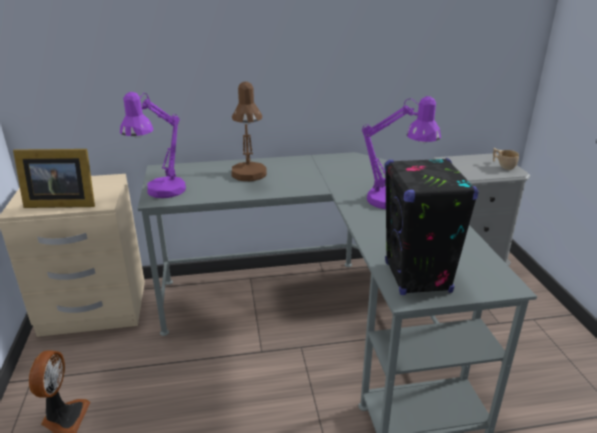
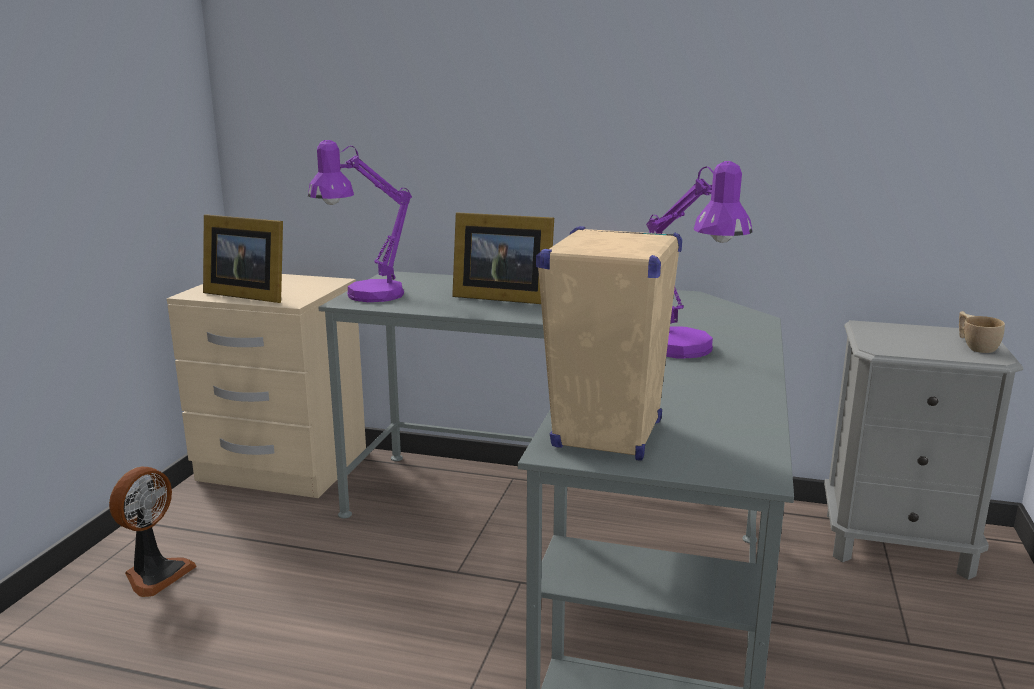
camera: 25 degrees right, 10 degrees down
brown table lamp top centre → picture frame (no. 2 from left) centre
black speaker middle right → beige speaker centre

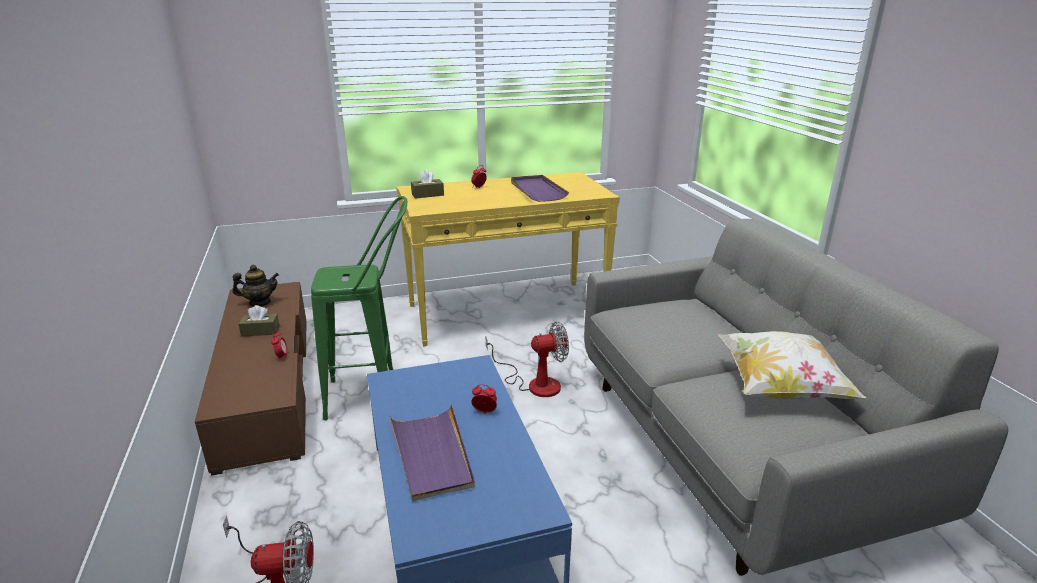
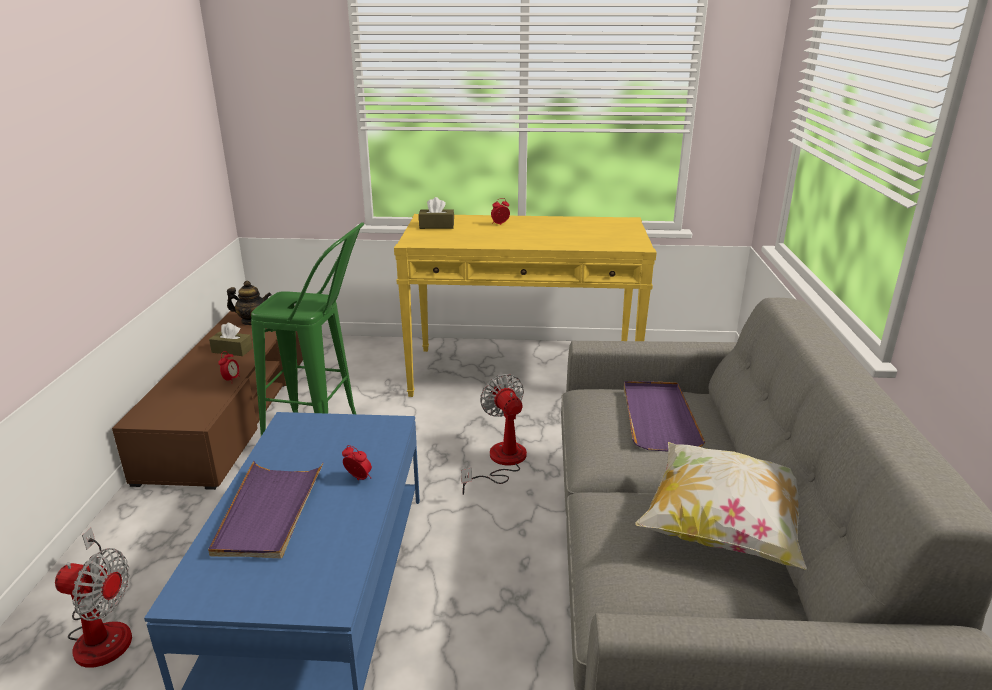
camera: 20 degrees right, 0 degrees up
fan (no. 2 from left) centre, 120 degrees counterclockwise
purple tray (no. 2 from left) top centre → purple tray (no. 2 from left) middle right, relocated

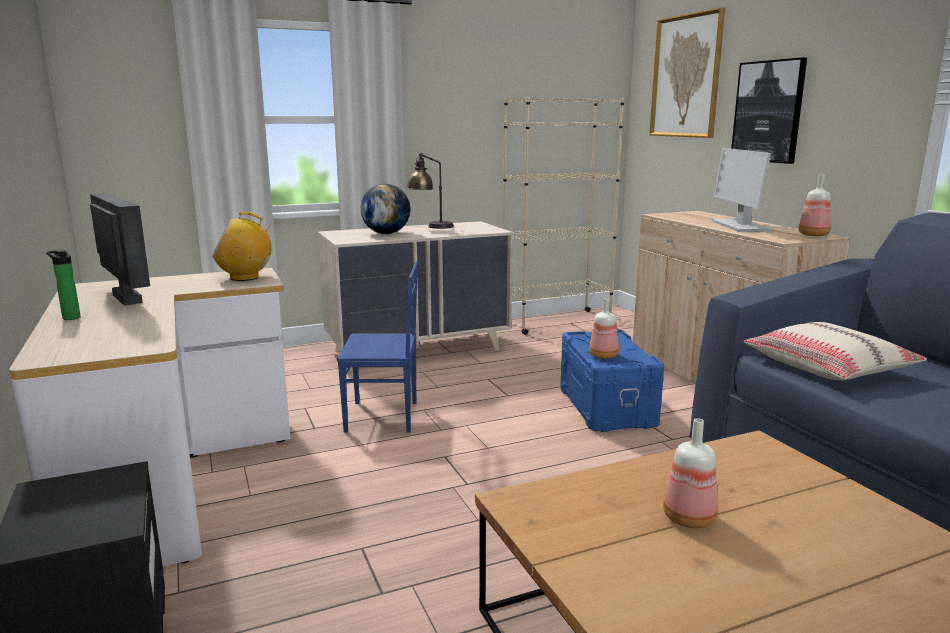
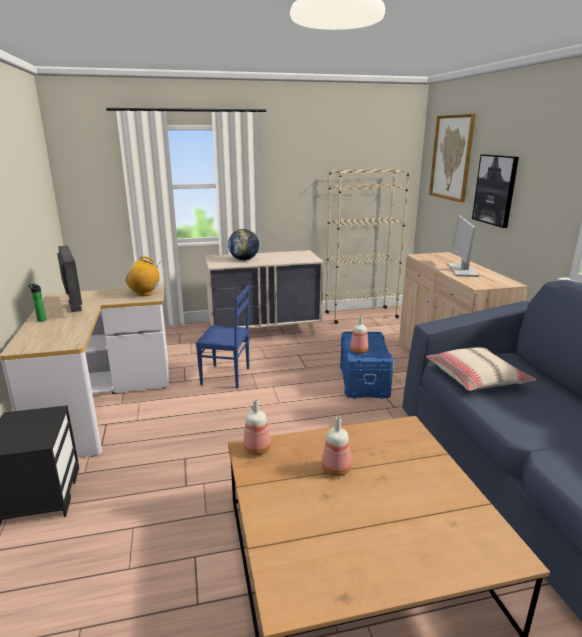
camera: 10 degrees right, 5 degrees up
table lamp top centre → -
bottle (no. 4 from left in the first image) top right → bottle (no. 2 from left) bottom centre, relocated

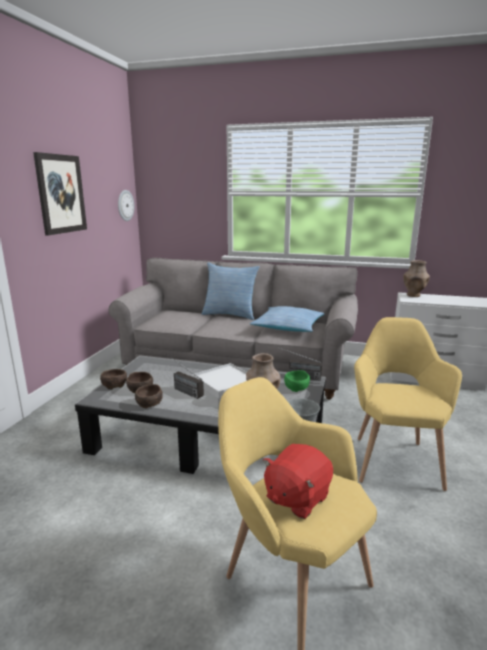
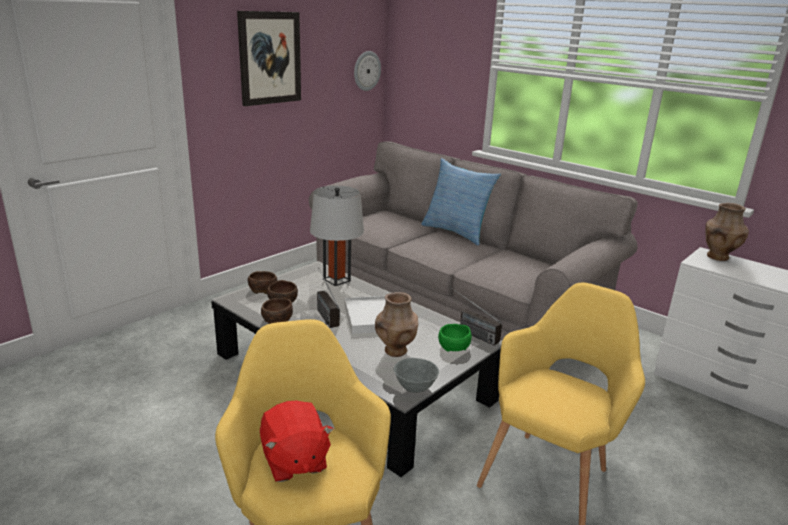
camera: 25 degrees right, 5 degrees up
pillow (no. 2 from left) centre → -
red plush toy bottom centre, 90 degrees counterclockwise
- → grey table lamp centre

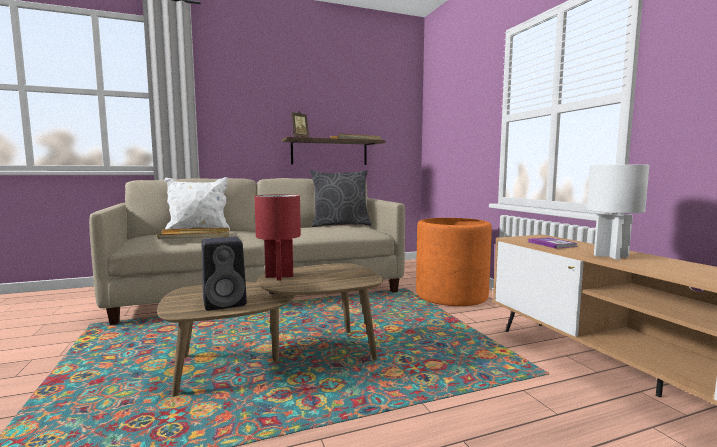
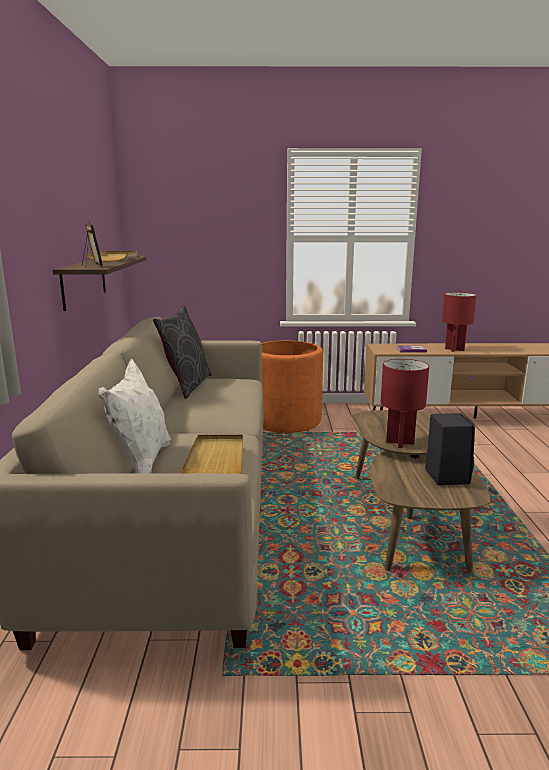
camera: 70 degrees left, 10 degrees up
white table lamp middle right → red table lamp (no. 2 from left) middle right

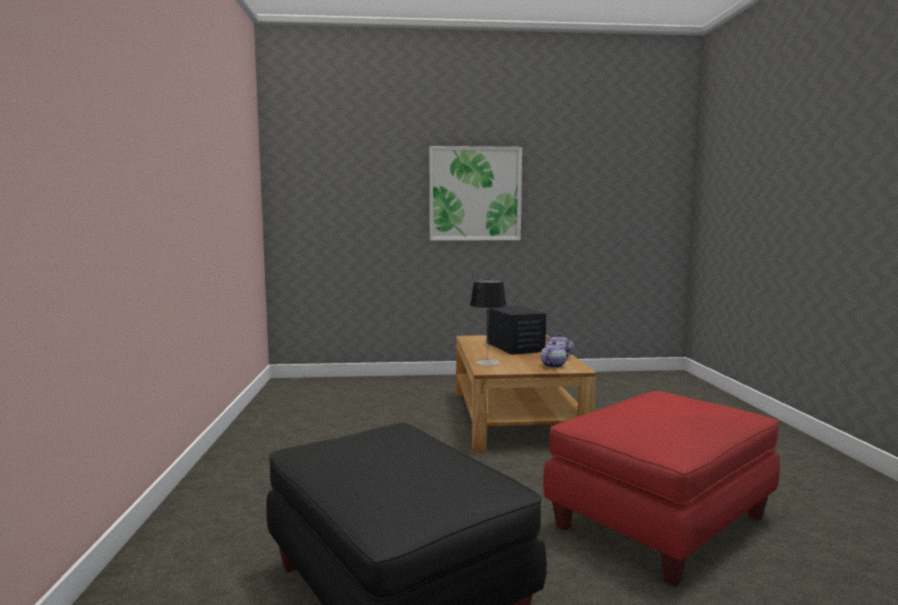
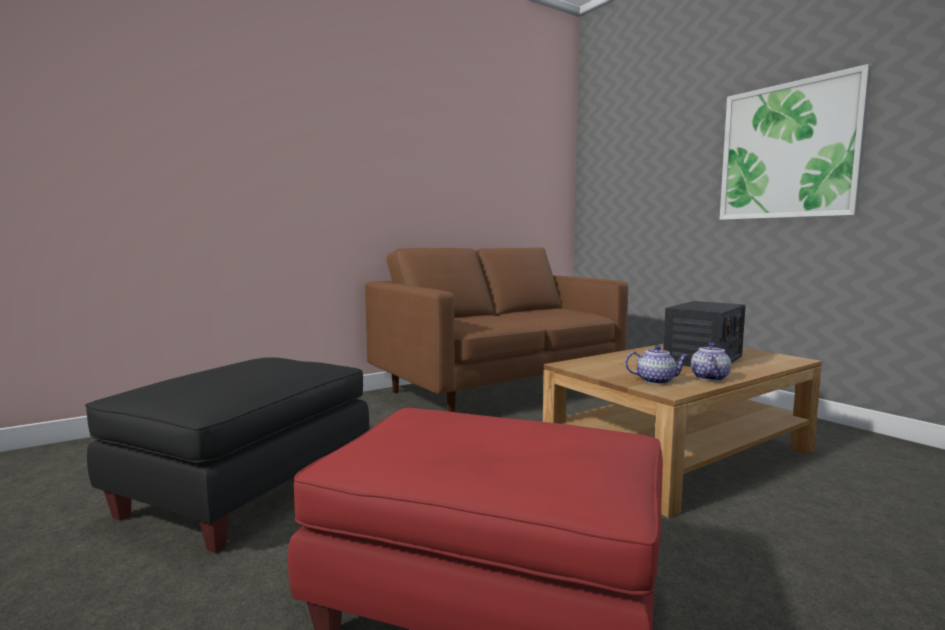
camera: 60 degrees right, 0 degrees up
table lamp centre → -
- → brown sofa centre

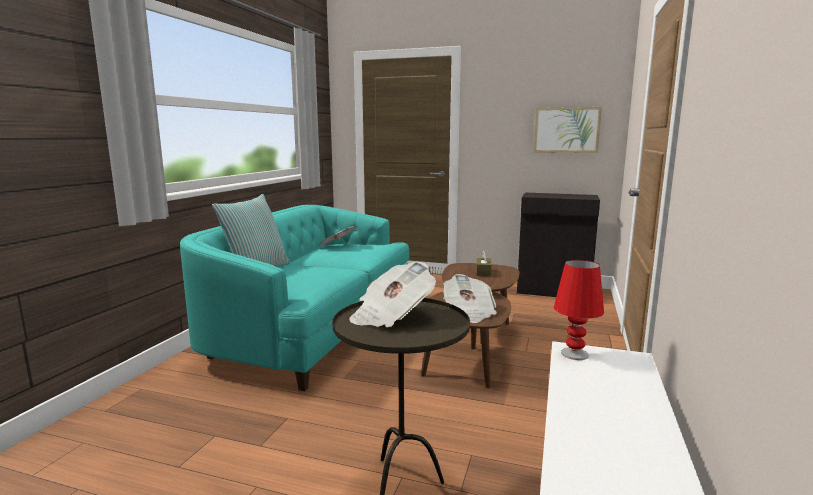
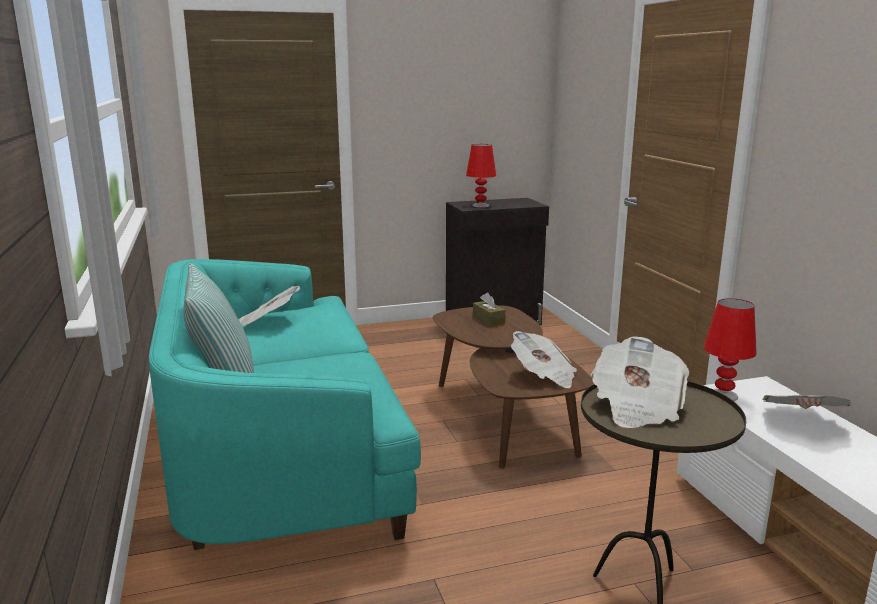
camera: 35 degrees left, 5 degrees up
picture top right → -
- → red table lamp (no. 1 from left) top centre
- → newspaper (no. 4 from left) middle right

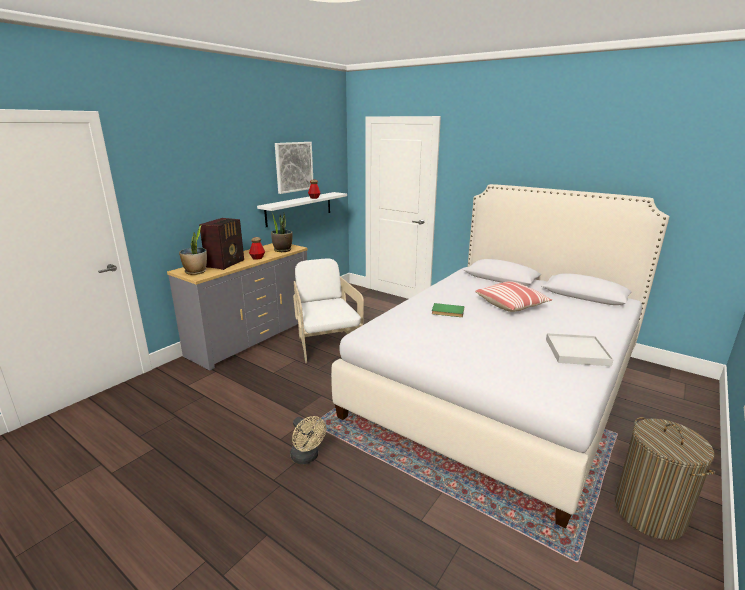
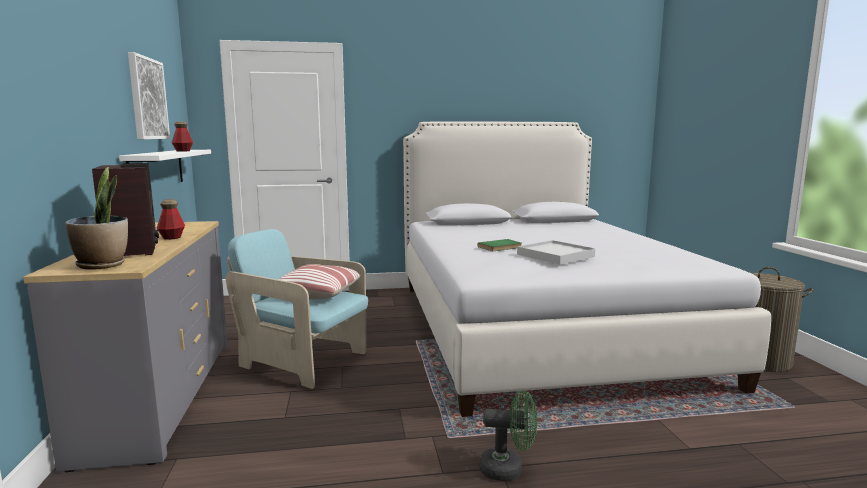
camera: 45 degrees left, 10 degrees down
potted plant (no. 2 from left) centre → -
beige fan bottom centre → green fan bottom centre
white armchair centre → turquoise armchair centre
pillow middle right → pillow centre, relocated
white tray middle right → white tray centre, relocated

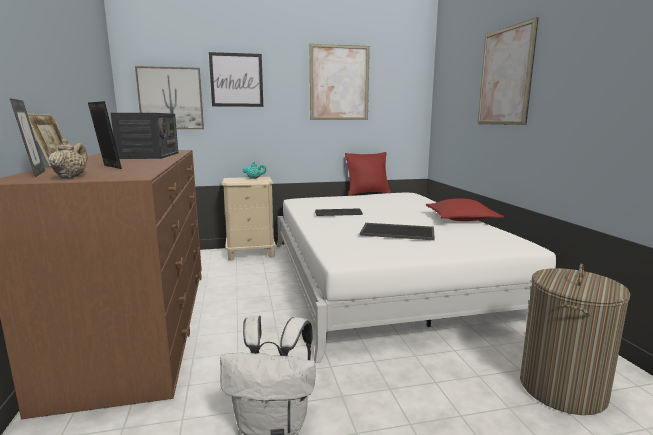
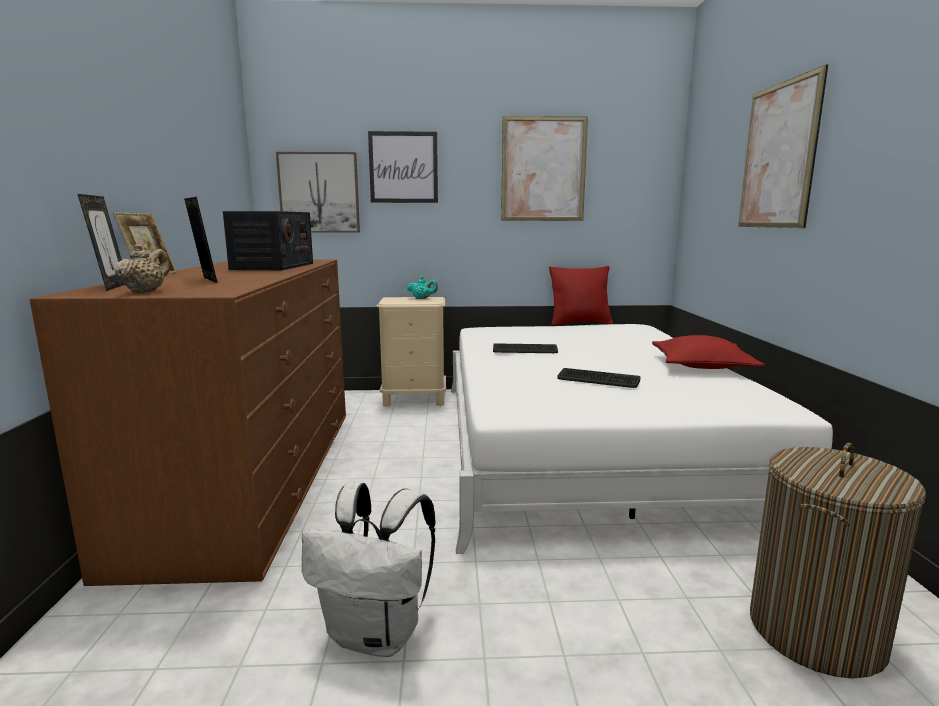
camera: 10 degrees right, 0 degrees up
tray centre → keyboard (no. 2 from left) centre

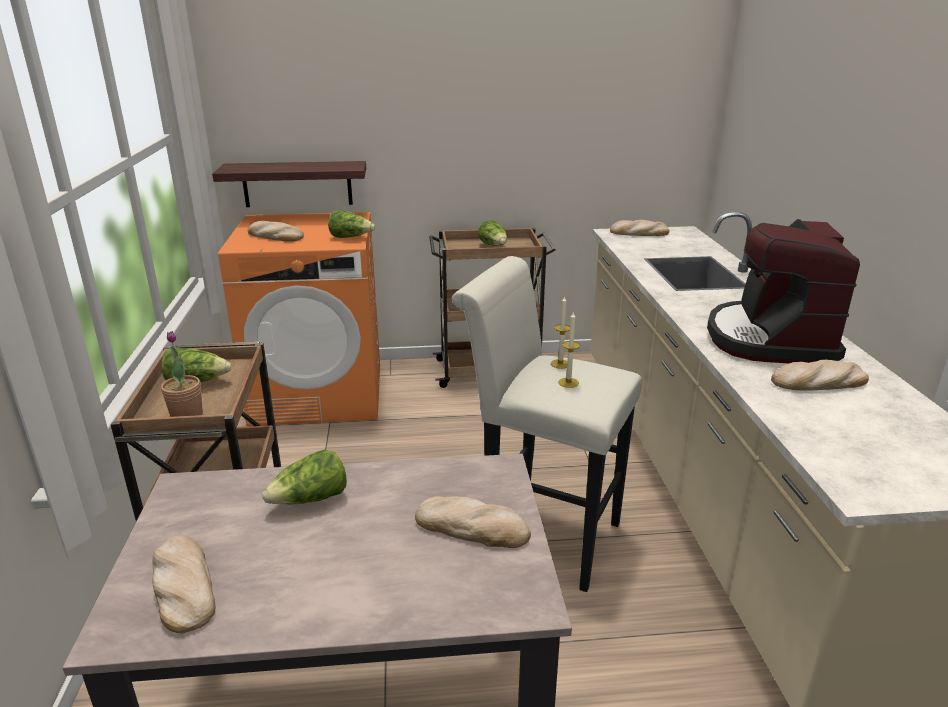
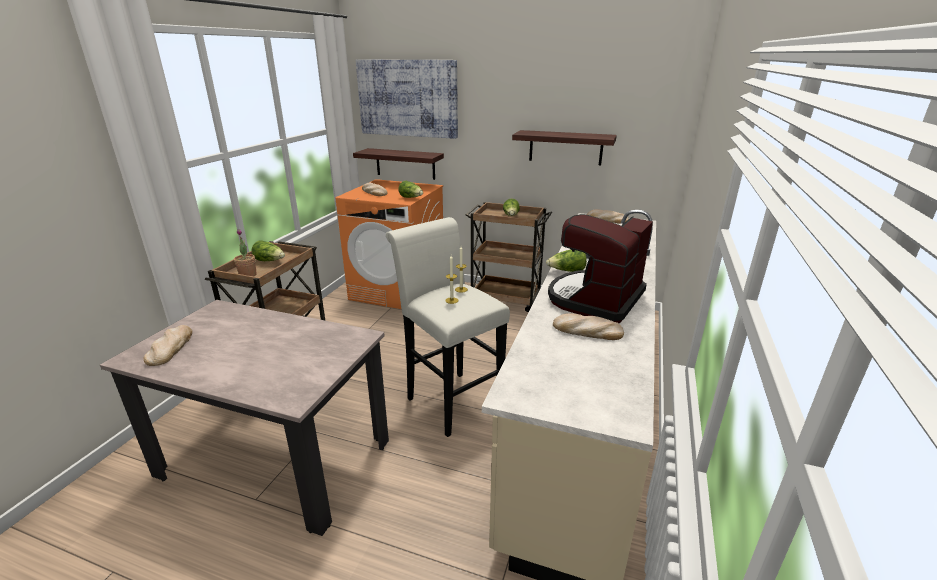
camera: 25 degrees right, 0 degrees up
lettuce (no. 2 from left in the first image) bottom left → lettuce (no. 4 from left) centre, relocated
bread (no. 3 from left) bottom centre → -
- → picture top centre
- → shelf (no. 2 from left) top centre

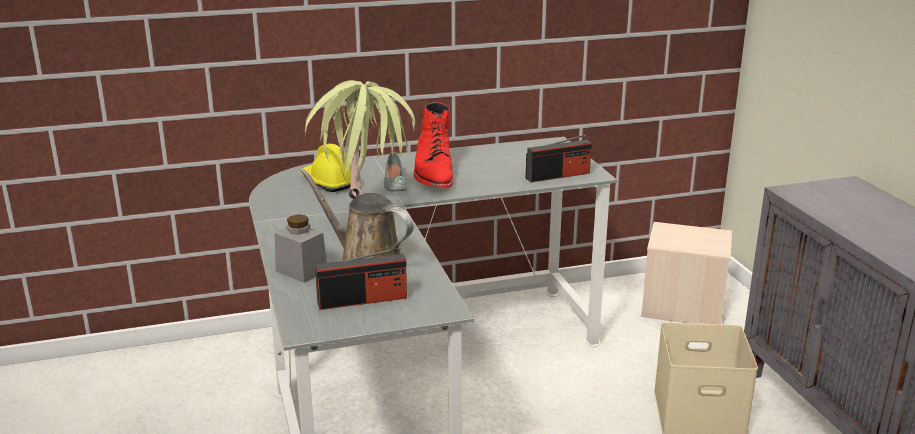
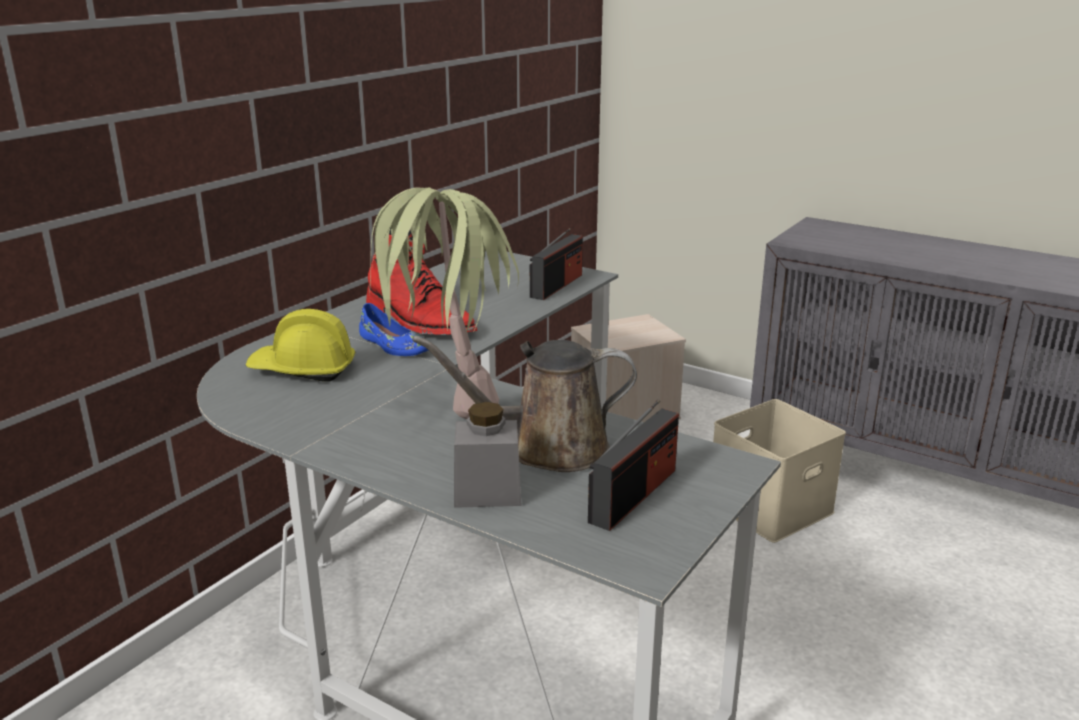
camera: 40 degrees left, 0 degrees up
grey shoe centre → blue shoe centre

